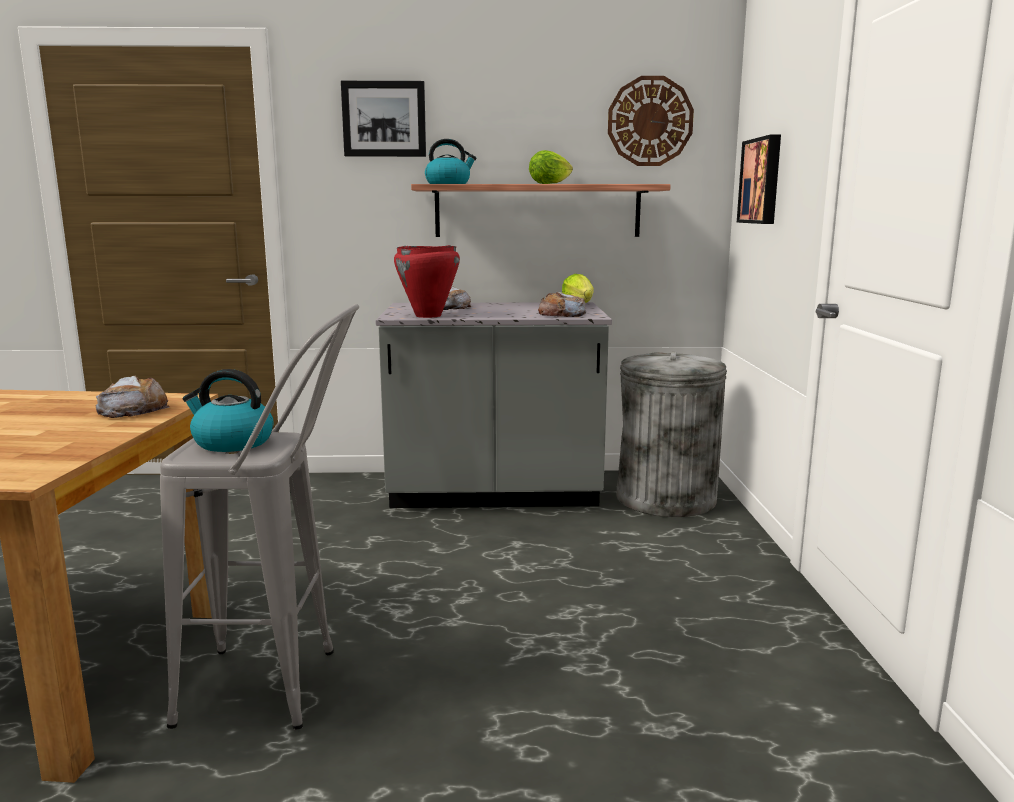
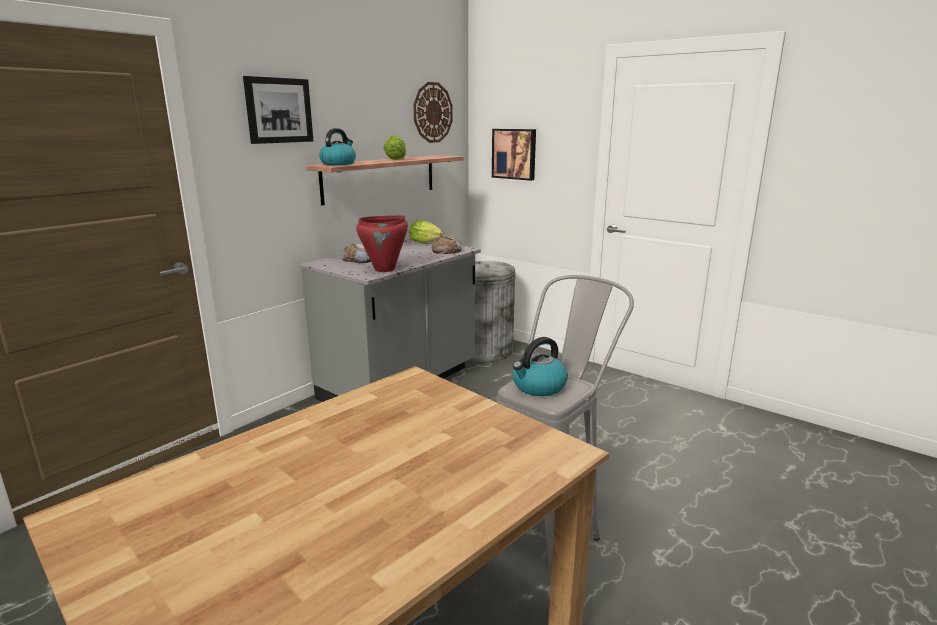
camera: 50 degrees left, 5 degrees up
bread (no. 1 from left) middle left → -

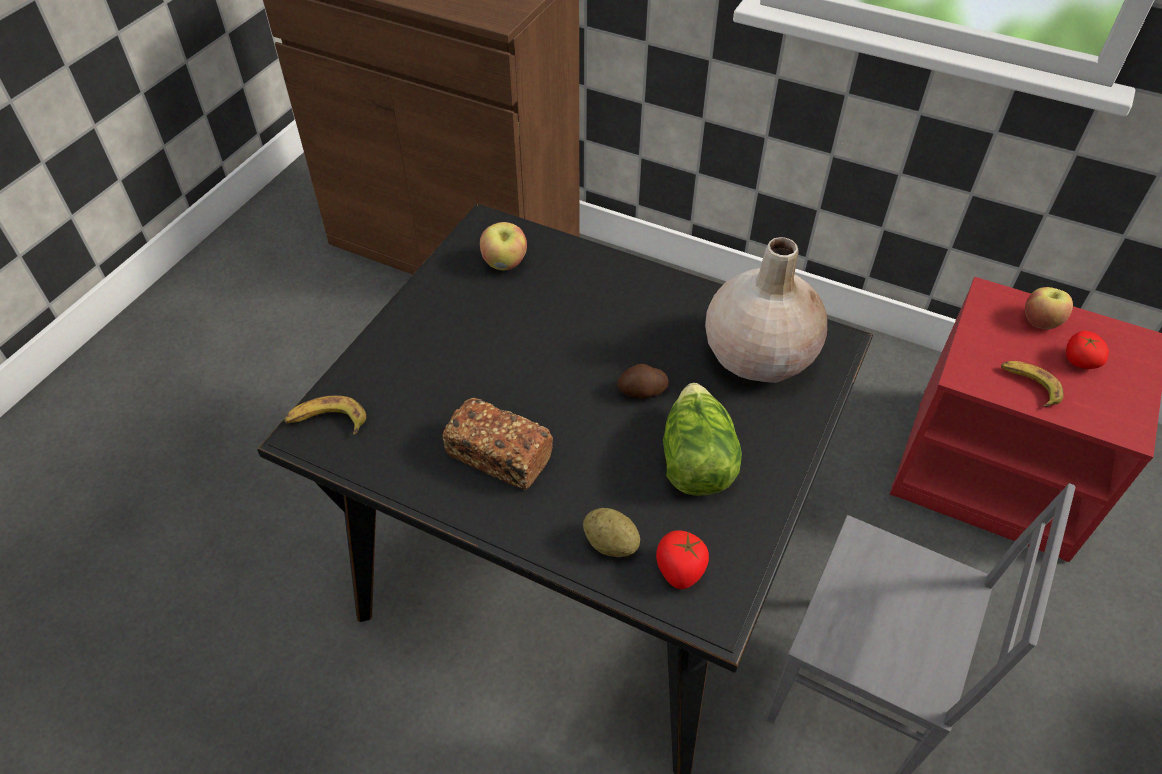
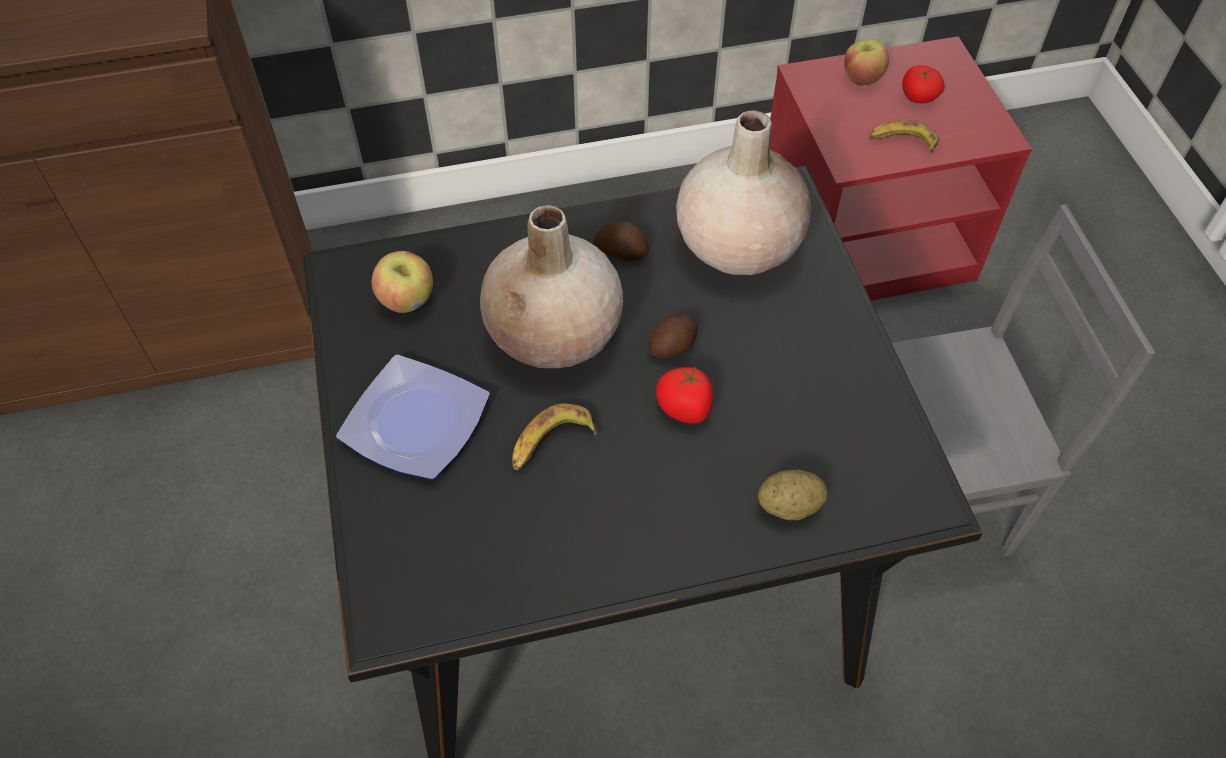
camera: 40 degrees left, 5 degrees up
banana (no. 1 from left) middle left → banana (no. 1 from left) centre, relocated
bread centre → -
tomato (no. 1 from left) bottom centre → tomato (no. 1 from left) centre, relocated
lettuce centre → -
- → plate centre
- → beige vase (no. 1 from left) centre
- → potato (no. 1 from left) top centre

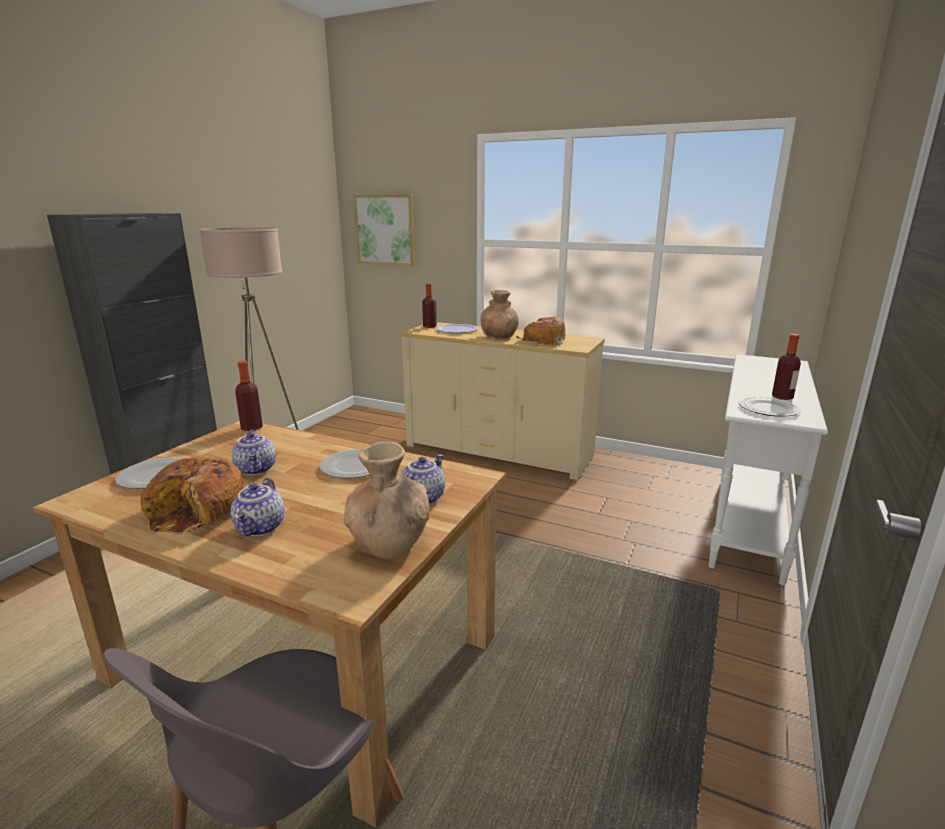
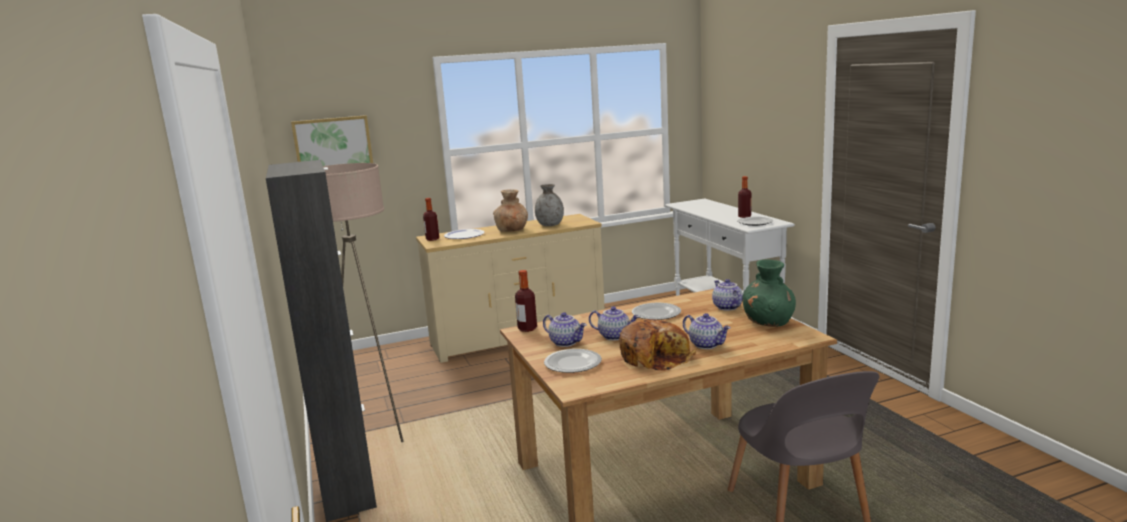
camera: 45 degrees left, 5 degrees down
brown vase (no. 1 from left) centre → green vase middle right
bread (no. 2 from left) centre → grey vase centre
- → teapot (no. 1 from left) centre

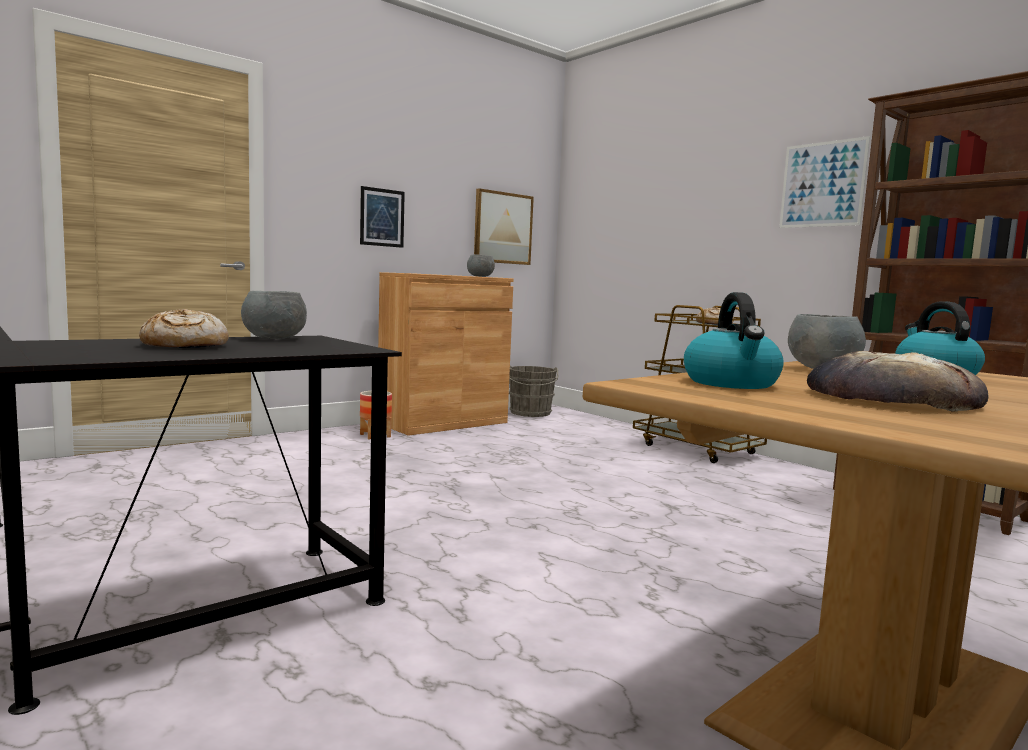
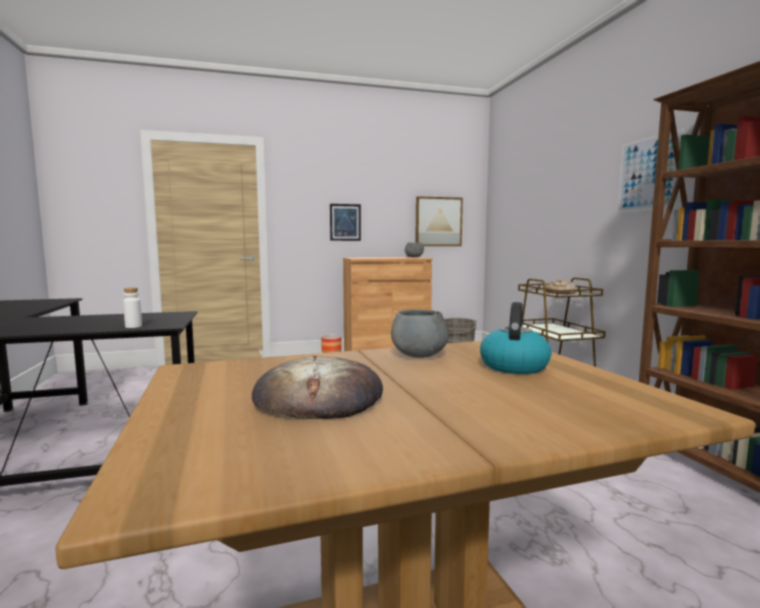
camera: 25 degrees right, 0 degrees up
bread (no. 1 from left) middle left → -
grey bowl (no. 1 from left) middle left → -
kettle (no. 1 from left) middle right → -
- → white bottle middle left

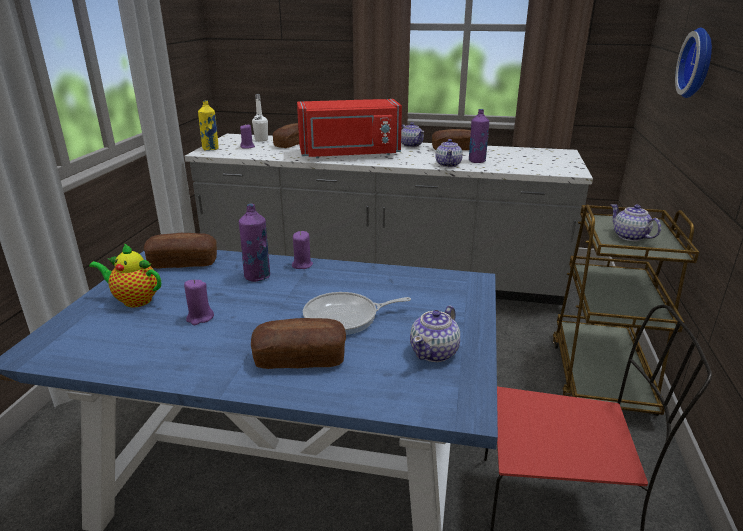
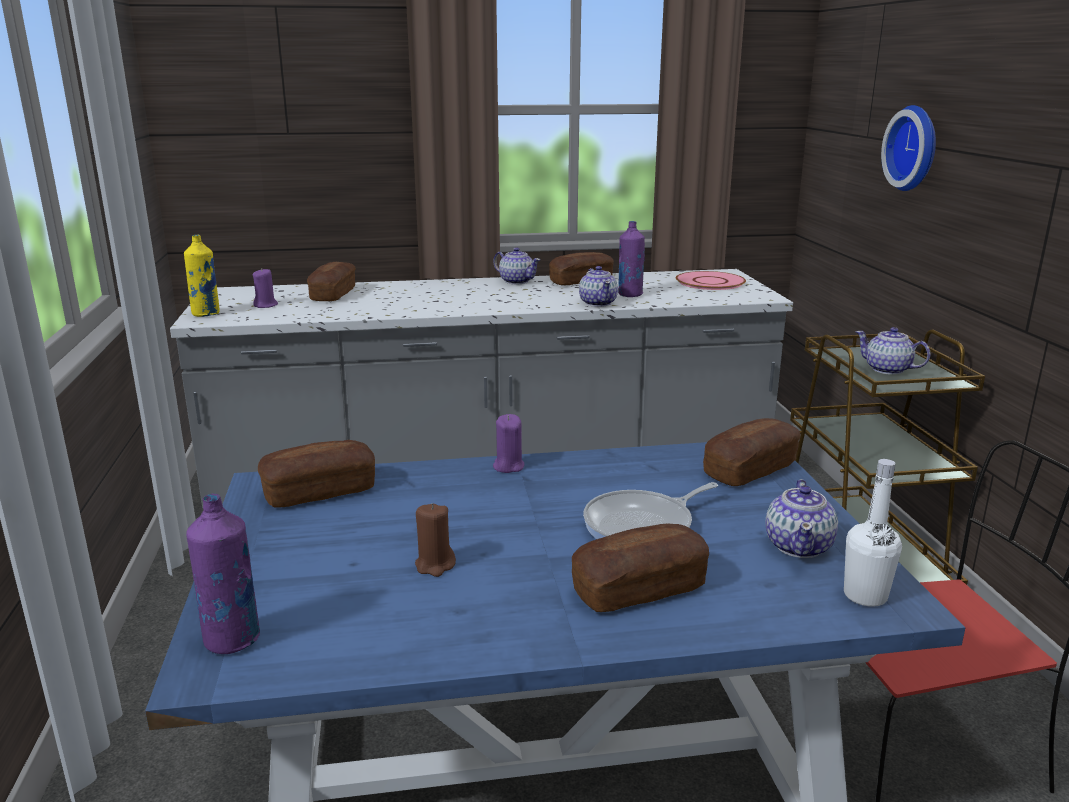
camera: 20 degrees left, 5 degrees down
teapot (no. 1 from left) middle left → -
purple candle (no. 1 from left) middle left → brown candle bottom centre
purple bottle (no. 1 from left) centre → purple bottle (no. 1 from left) bottom left, relocated
white bottle top centre → white bottle middle right, relocated
red microwave top centre → -
- → pink plate centre
- → bread (no. 5 from left) middle right

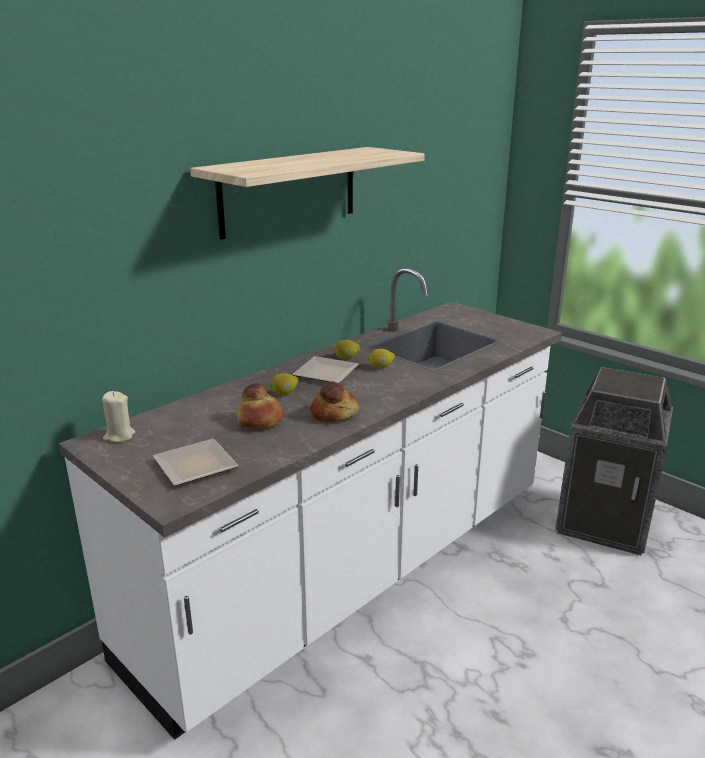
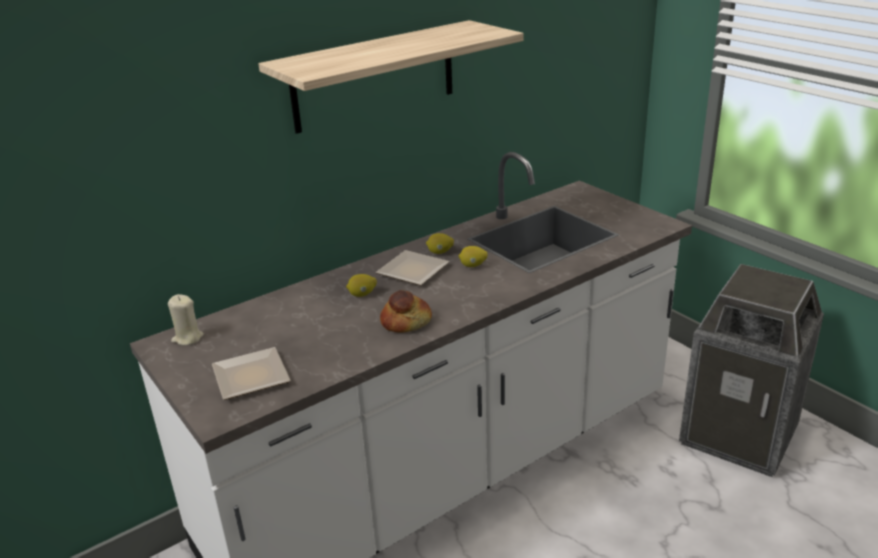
camera: 10 degrees right, 5 degrees up
bread (no. 1 from left) centre → -

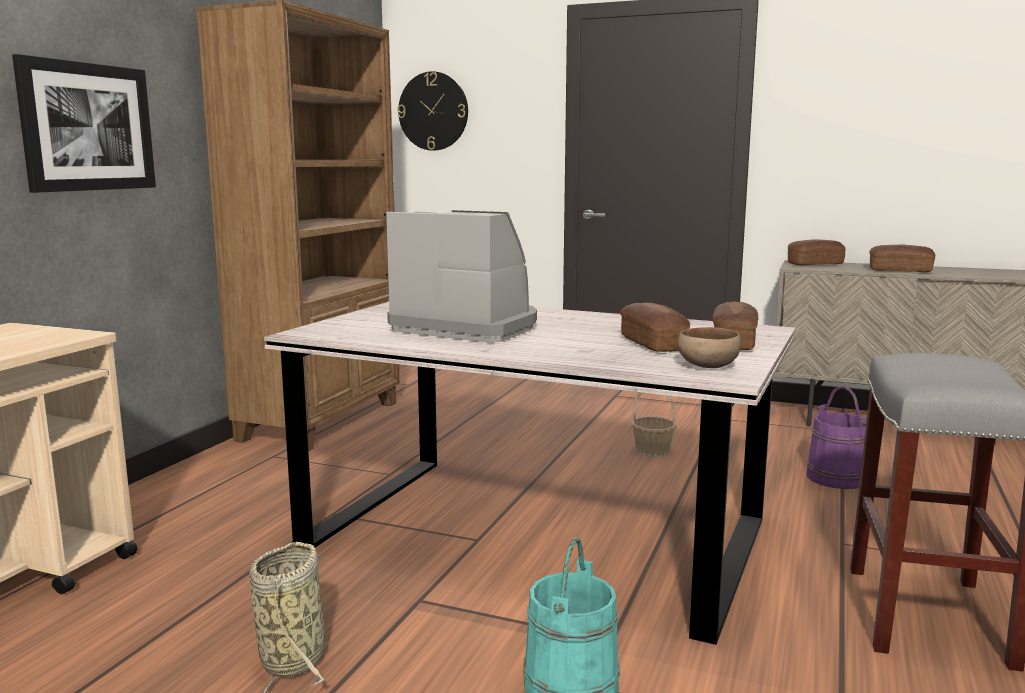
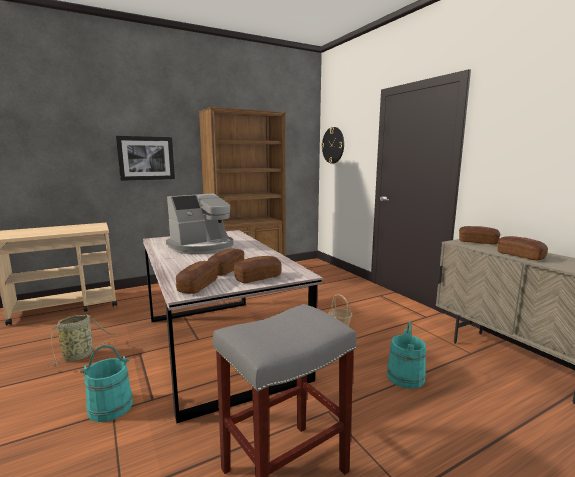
camera: 40 degrees right, 0 degrees up
coffee machine centre, 75 degrees clockwise
brown bowl middle right → bread (no. 1 from left) centre
purple bucket middle right → turquoise bucket (no. 2 from left) bottom right

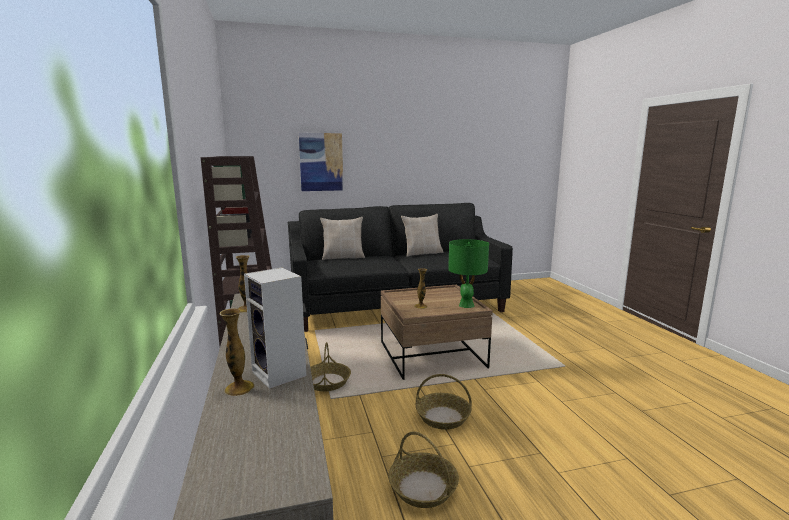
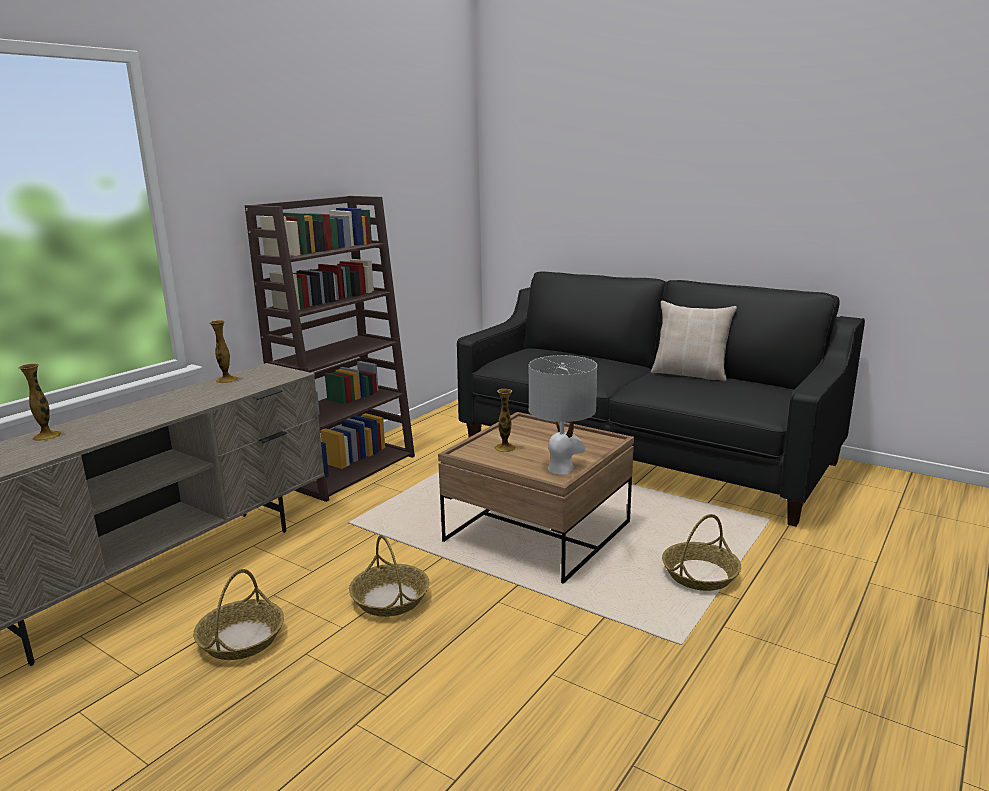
camera: 50 degrees right, 5 degrees up
speaker centre → -
picture top centre → -
basket (no. 1 from left in the first image) bottom centre → basket (no. 3 from left) bottom right, relocated
beige pillow (no. 1 from left) centre → -
green table lamp centre → grey table lamp centre

